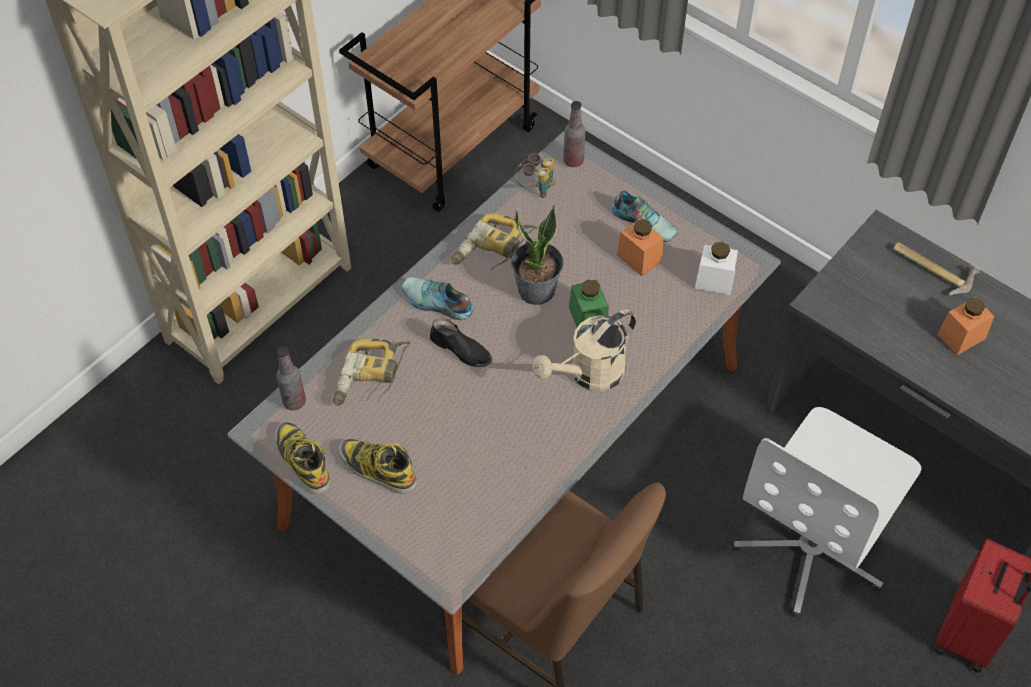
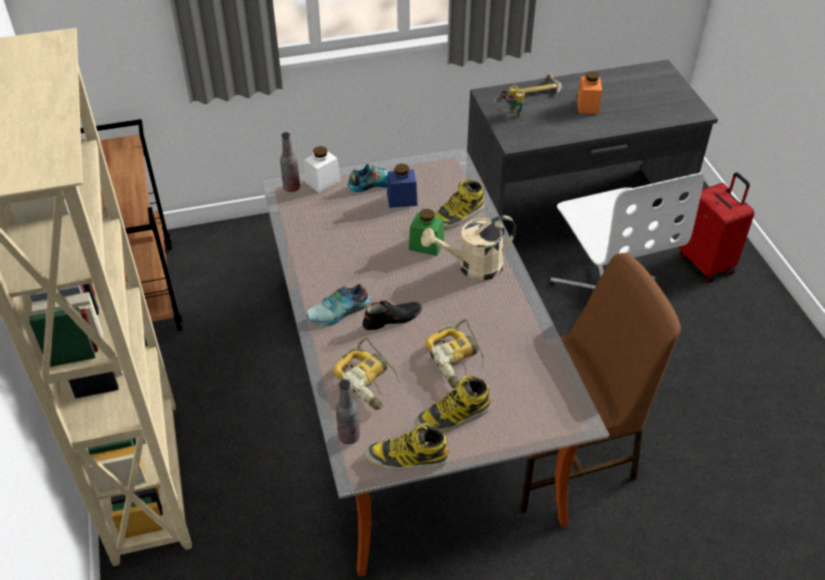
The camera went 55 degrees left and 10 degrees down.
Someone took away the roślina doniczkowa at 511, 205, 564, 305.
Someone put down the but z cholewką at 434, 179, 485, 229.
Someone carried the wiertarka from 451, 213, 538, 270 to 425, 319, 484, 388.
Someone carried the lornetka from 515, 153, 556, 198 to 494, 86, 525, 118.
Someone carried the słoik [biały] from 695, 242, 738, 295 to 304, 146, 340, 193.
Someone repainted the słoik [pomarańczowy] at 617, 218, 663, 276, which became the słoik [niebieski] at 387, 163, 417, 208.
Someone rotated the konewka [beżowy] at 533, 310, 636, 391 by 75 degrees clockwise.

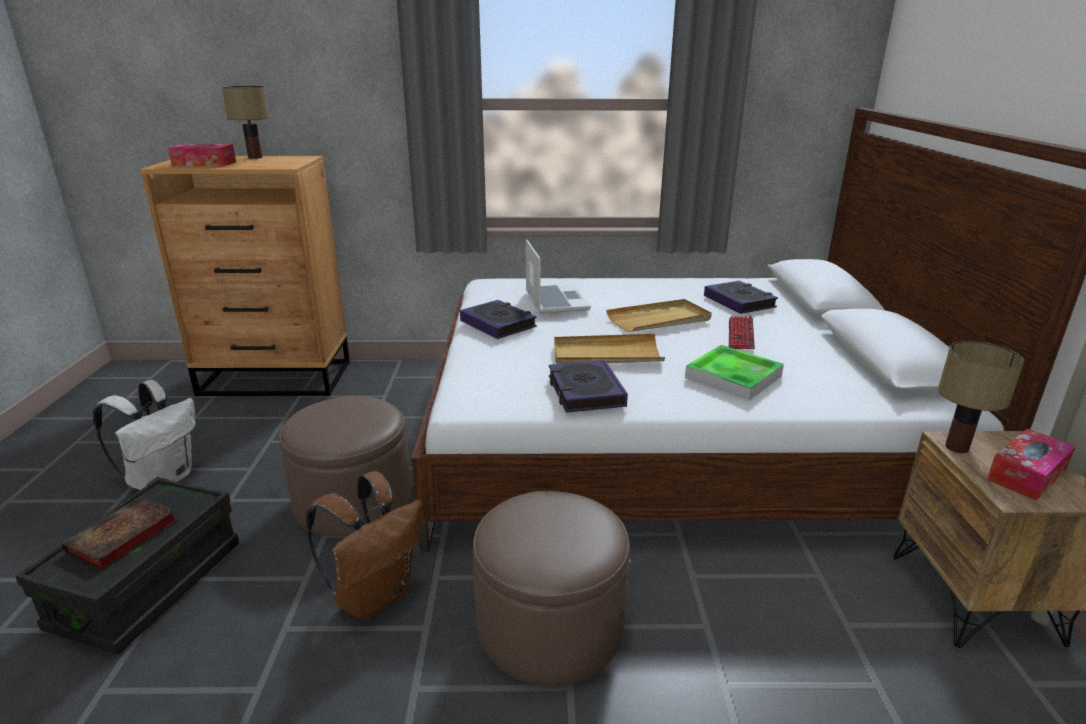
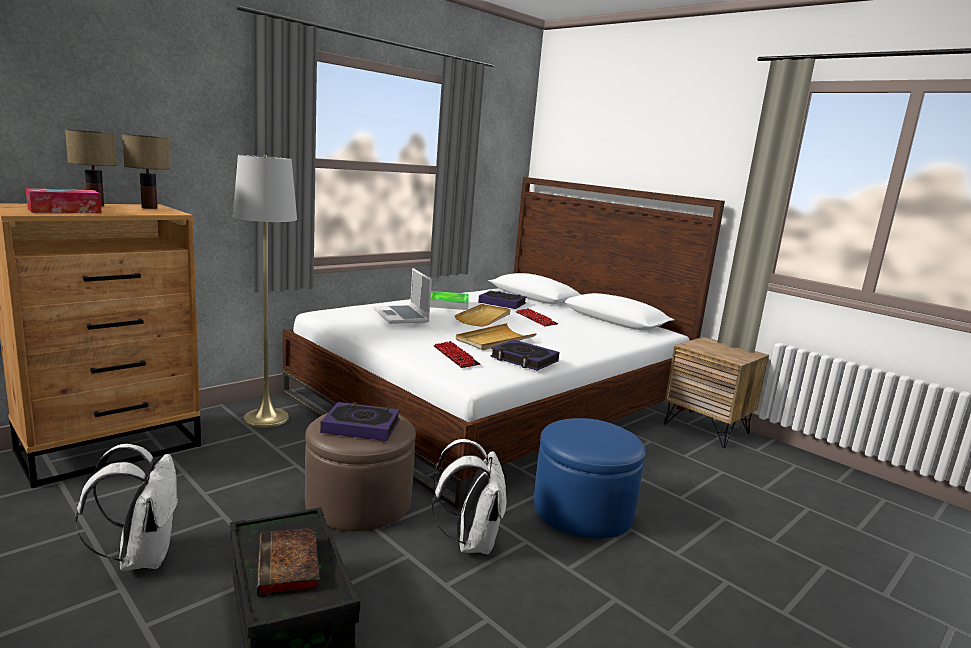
The camera went 45 degrees left and 10 degrees down.
Someone took away the pudełko chusteczek at 987, 429, 1076, 501.
Someone put down the lampa stojąca [szary] at 233, 155, 297, 428.
Someone put down the klawiatura at 434, 341, 480, 368.
Someone carried the książka from 460, 300, 537, 339 to 320, 402, 400, 441.
Someone carried the taca from 685, 345, 784, 400 to 430, 291, 469, 310.
Someone carried the lampa stołowa from 938, 341, 1024, 453 to 122, 134, 170, 209.
Someone repainted the plecak [brązowy] at 306, 471, 422, 619, which became the plecak [biały] at 432, 439, 507, 555.
Someone repainted the pufa [brązowy] at 473, 491, 630, 687, which became the pufa [niebieski] at 534, 418, 646, 539.
Someone rotated the laptop at 526, 240, 591, 314 by 150 degrees counterclockwise.

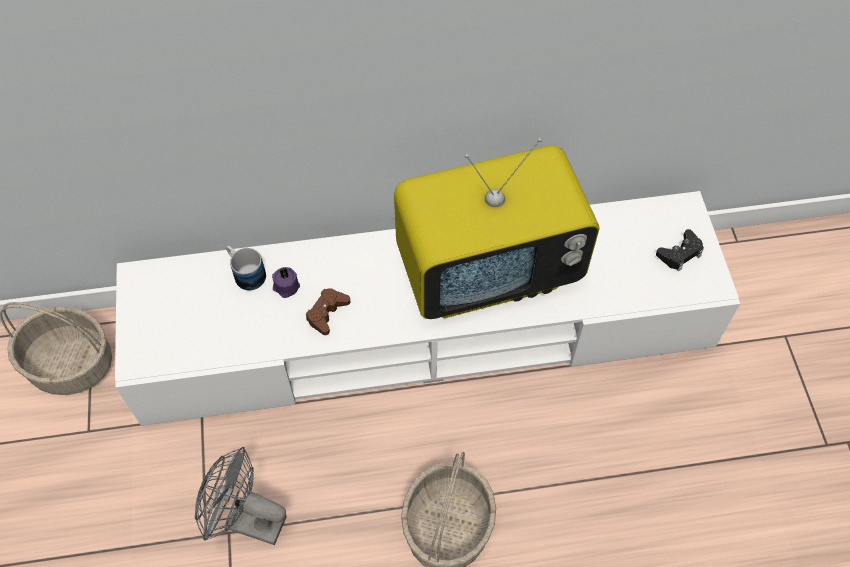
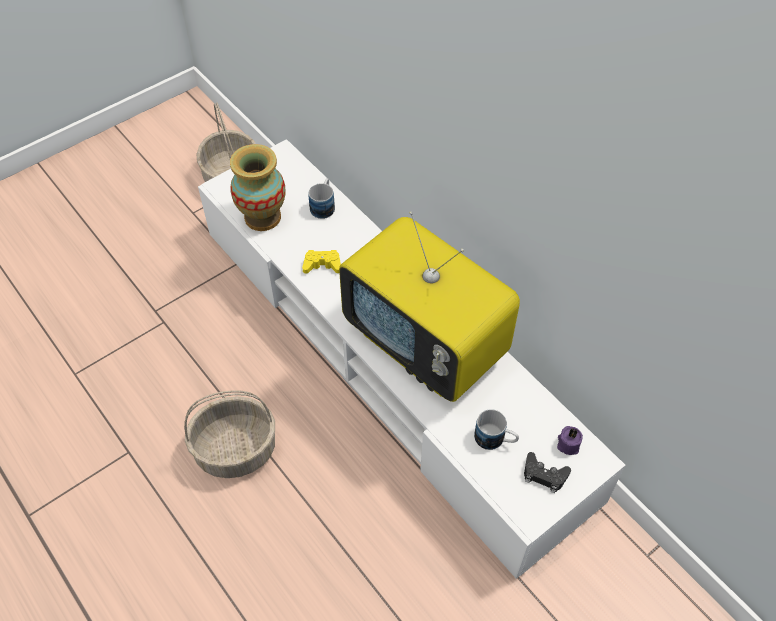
The camera went 60 degrees right and 5 degrees down.
Someone took away the wentylator [szary] at 195, 447, 287, 545.
Someone put down the wazon at 230, 144, 285, 231.
Someone put down the kubek at 474, 409, 519, 450.
Someone carried the świeca [fioletowy] from 272, 267, 300, 298 to 557, 426, 583, 455.
Someone repainted the pad do gier [brązowy] at 306, 288, 351, 335, which became the pad do gier [żółty] at 302, 250, 341, 273.

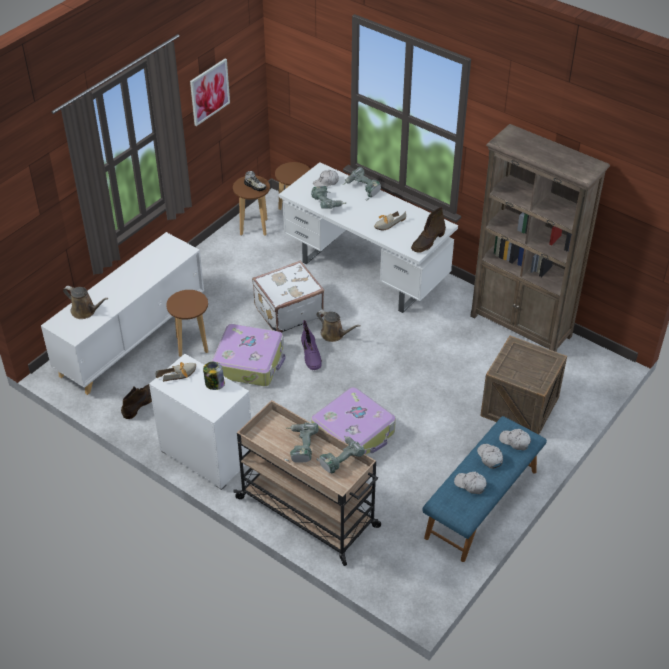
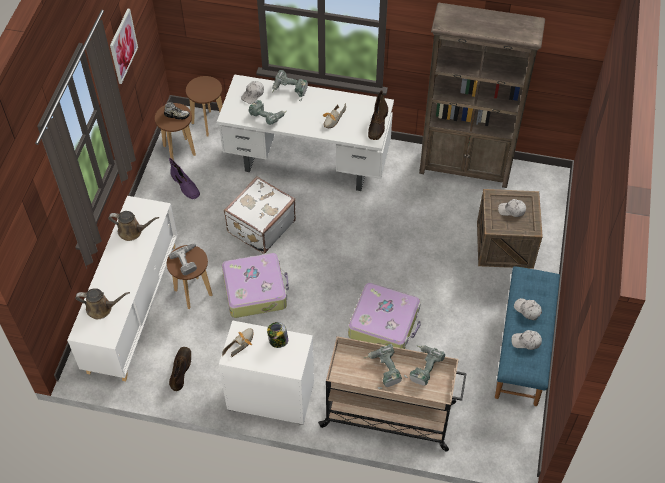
The camera went 25 degrees left and 10 degrees up.
Someone put down the wiertarka at 169, 244, 197, 276.
Someone carried the but z cholewką [fioletowy] from 301, 320, 322, 370 to 169, 158, 200, 199.
Someone carried the konewka [brązowy] from 317, 310, 361, 342 to 108, 211, 159, 241.
Someone carried the czapka z daszkiem [biały] from 499, 429, 531, 450 to 498, 199, 526, 217.

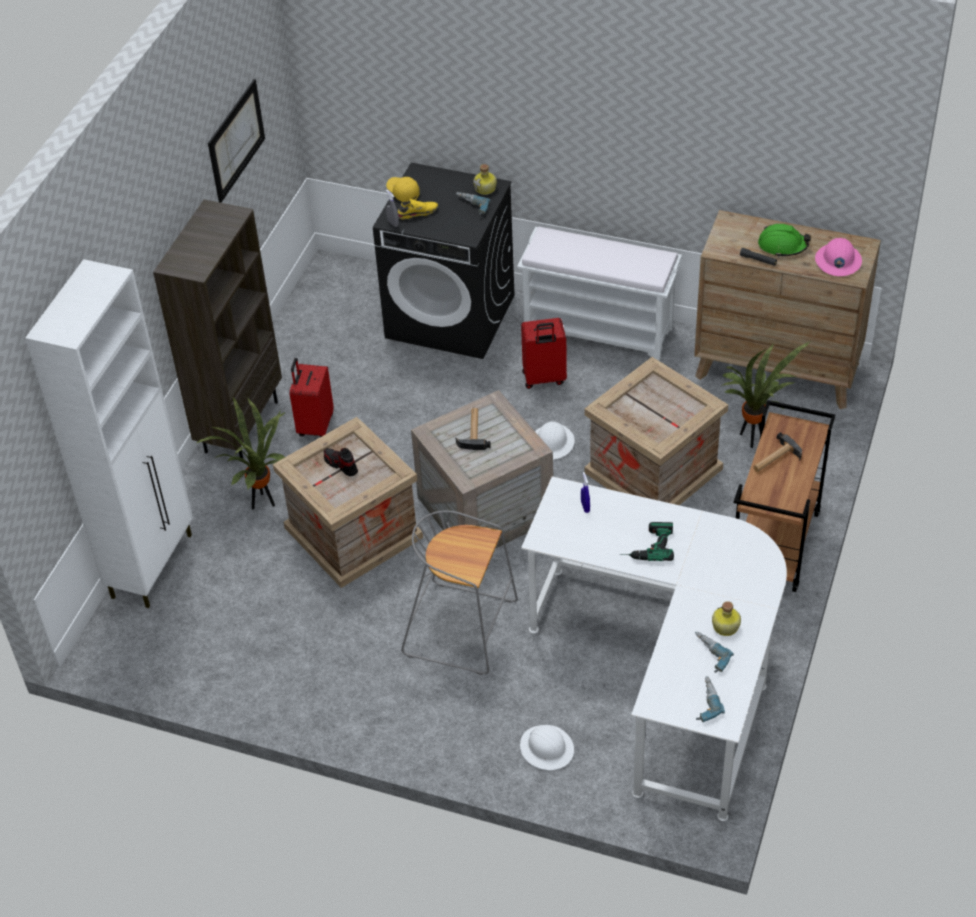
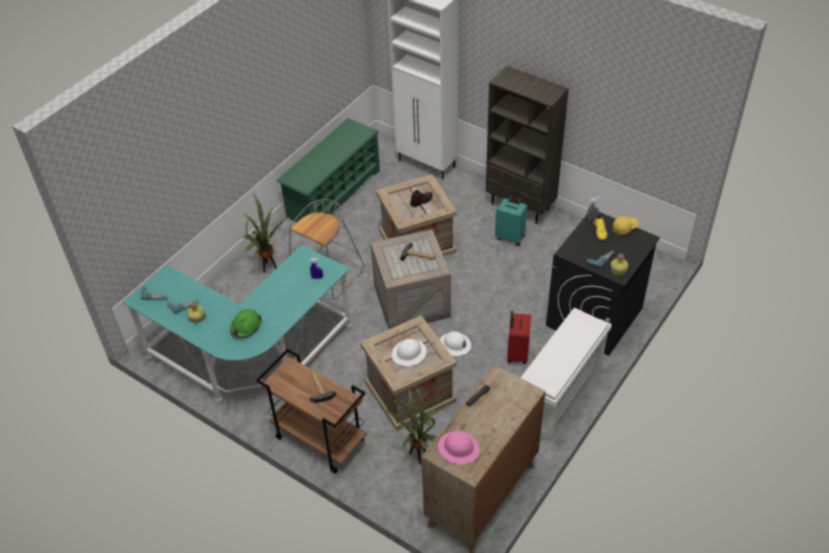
The camera went 105 degrees right and 0 degrees up.
Someone took away the obraz at 208, 79, 265, 203.
Someone took away the wiertarka at 619, 522, 674, 561.
Someone put down the regał na buty [zielony] at 276, 118, 380, 222.
Someone carried the roślina doniczkowa from 197, 398, 285, 509 to 243, 194, 289, 273.
Someone carried the kask [biały] from 520, 725, 574, 770 to 392, 339, 427, 366.
Someone carried the kask [zielony] from 758, 224, 811, 257 to 230, 309, 262, 338.
Someone repainted the walizka [czerwony] at 290, 358, 334, 437, which became the walizka [turkusowy] at 495, 192, 527, 246.
Someone repainted the biurko [biały] at 521, 476, 787, 821, which became the biurko [turkusowy] at 123, 245, 351, 401.

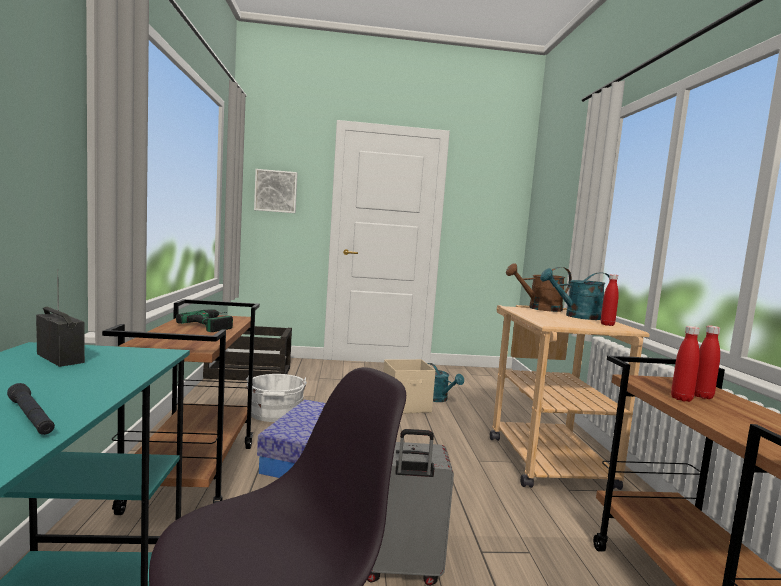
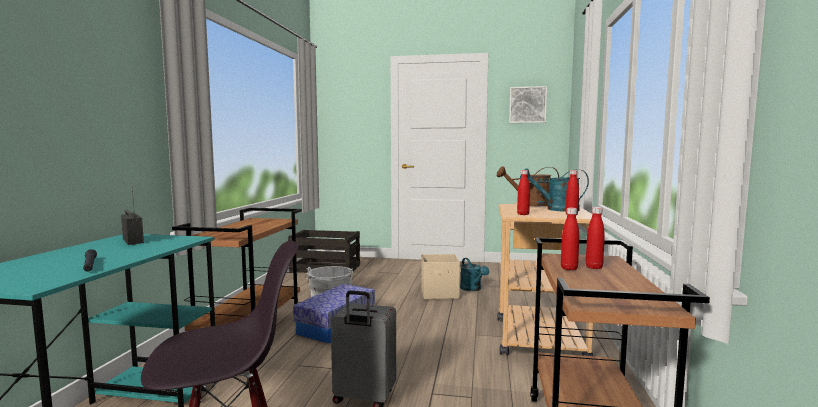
The camera went 15 degrees right and 0 degrees up.
Someone took away the wiertarka at 176, 309, 233, 332.
Someone put down the butelka [czerwony] at 517, 170, 530, 215.
Someone carried the obraz from 254, 169, 297, 213 to 509, 86, 547, 123.

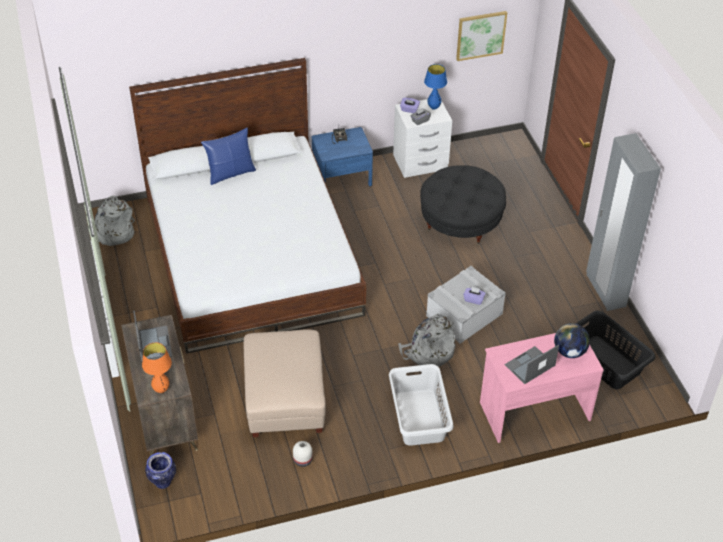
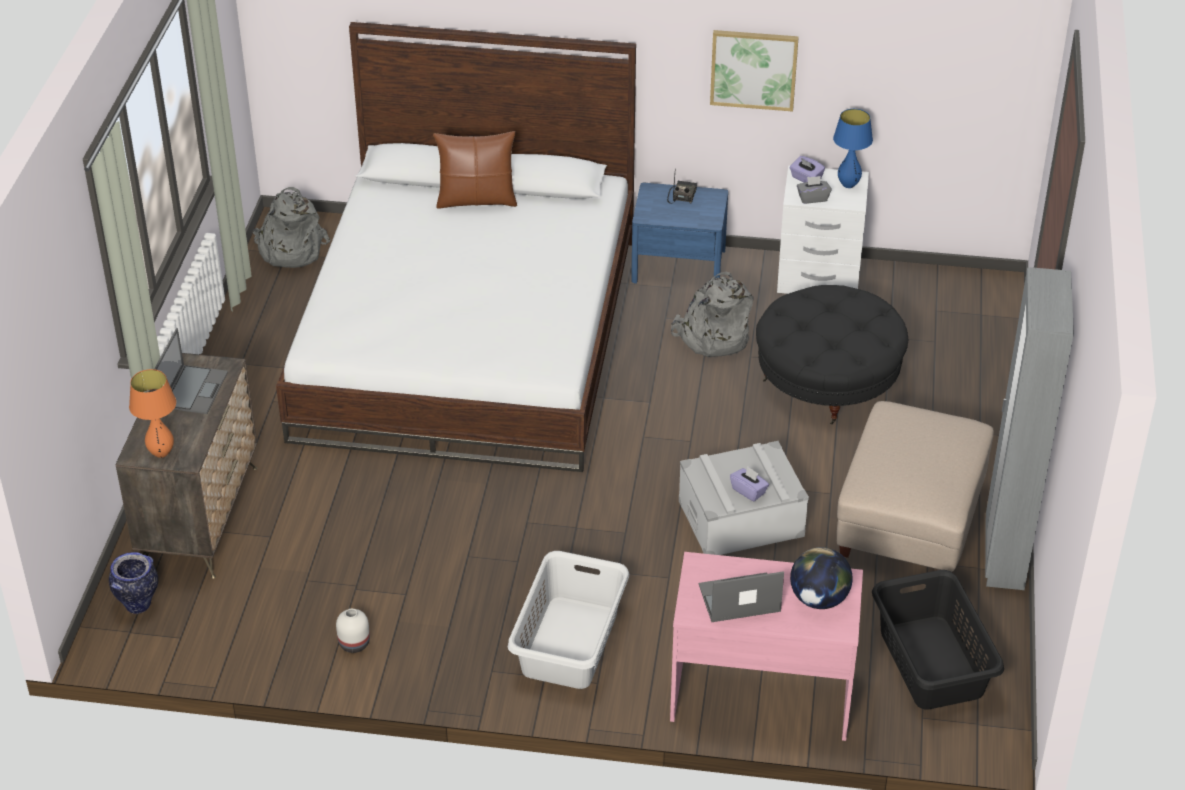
The camera went 25 degrees right and 5 degrees down.
Someone carried the pufa [beżowy] from 244, 329, 326, 437 to 837, 401, 994, 572.
Someone carried the plecak [szary] from 398, 314, 456, 367 to 671, 272, 754, 357.
Someone carried the obraz from 456, 11, 507, 61 to 710, 30, 799, 112.
Someone repainted the poduszka [niebieski] at 201, 128, 256, 185, which became the poduszka [brązowy] at 433, 131, 517, 209.

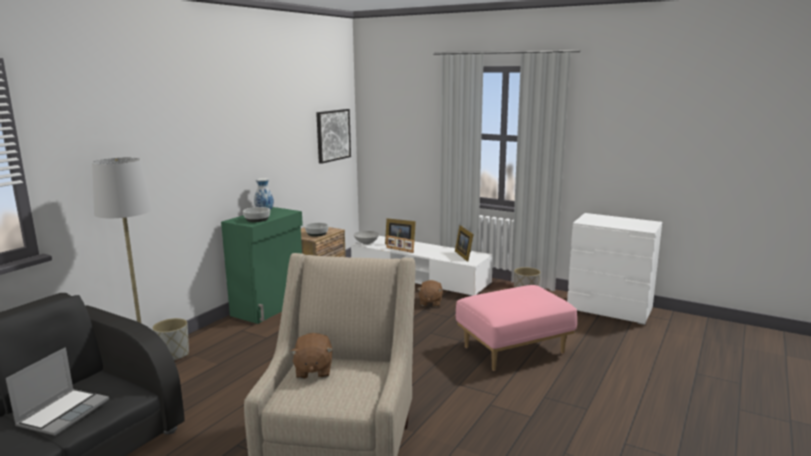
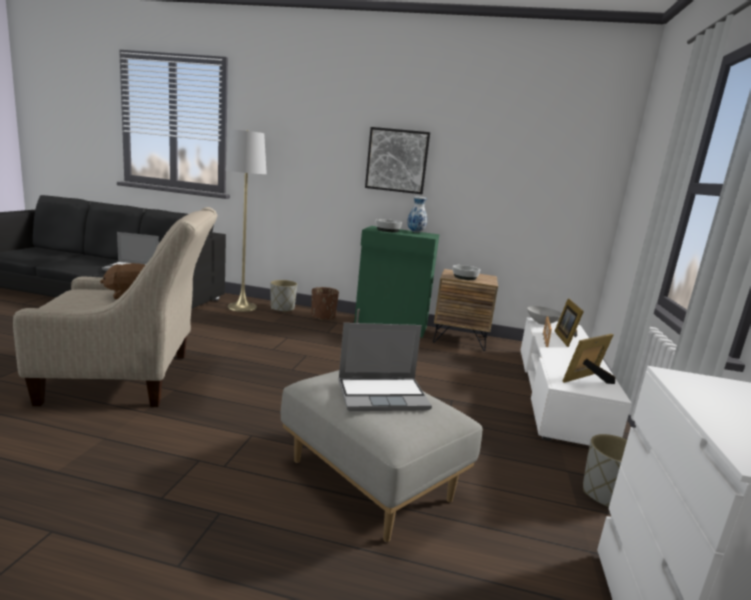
The camera went 70 degrees right and 0 degrees up.
Someone took away the pluszak [brązowy] at 417, 280, 443, 307.
Someone put down the donica [brązowy] at 312, 287, 339, 320.
Someone put down the laptop at 338, 323, 432, 411.
Someone carried the obraz from 316, 109, 351, 164 to 365, 127, 430, 194.
Someone repainted the pufa [różowy] at 456, 285, 577, 371, which became the pufa [szary] at 280, 370, 482, 542.

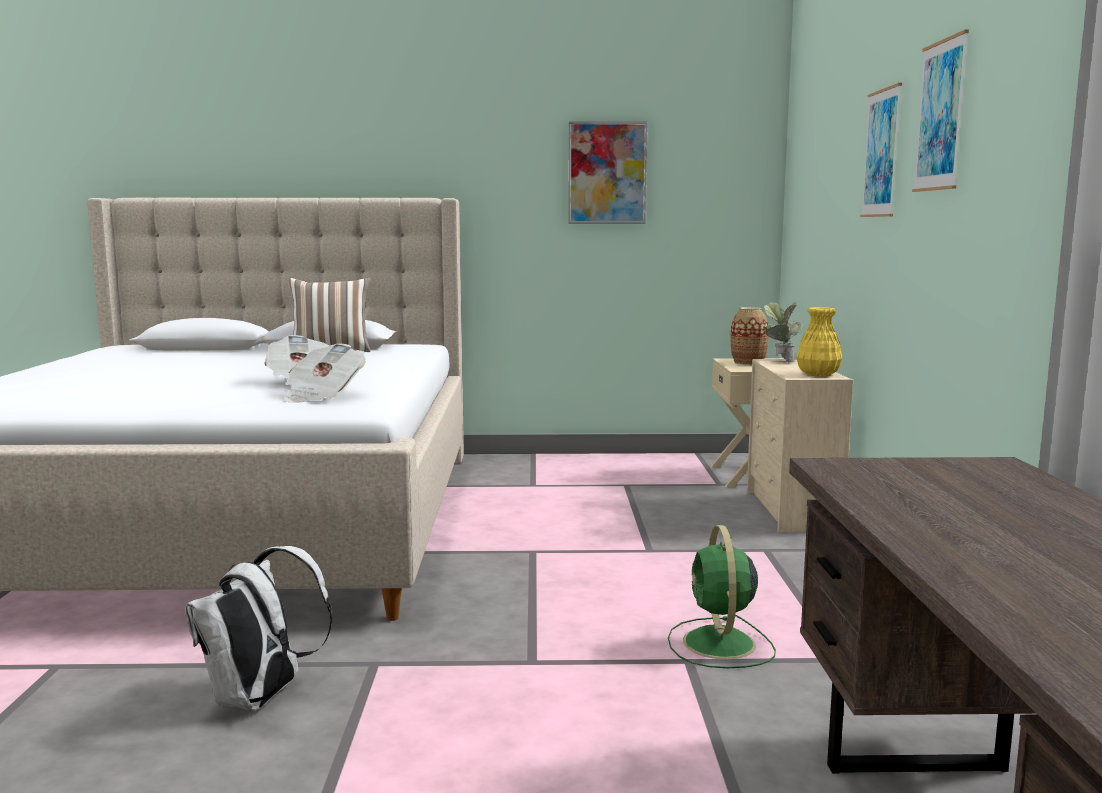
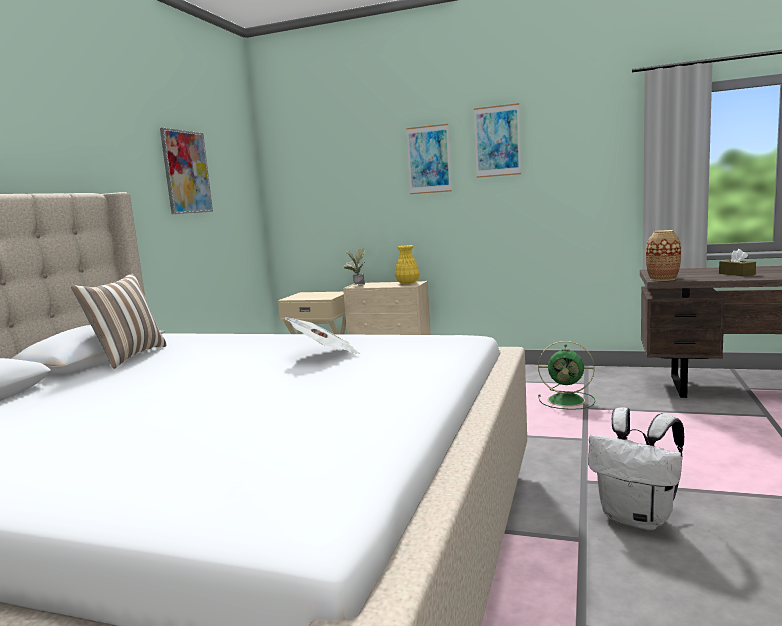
The camera went 70 degrees left and 0 degrees up.
Someone took away the gazeta at 284, 343, 366, 403.
Someone put down the pudełko chusteczek [brązowy] at 719, 249, 756, 277.
Someone carried the wazon from 730, 307, 769, 365 to 646, 230, 681, 281.

